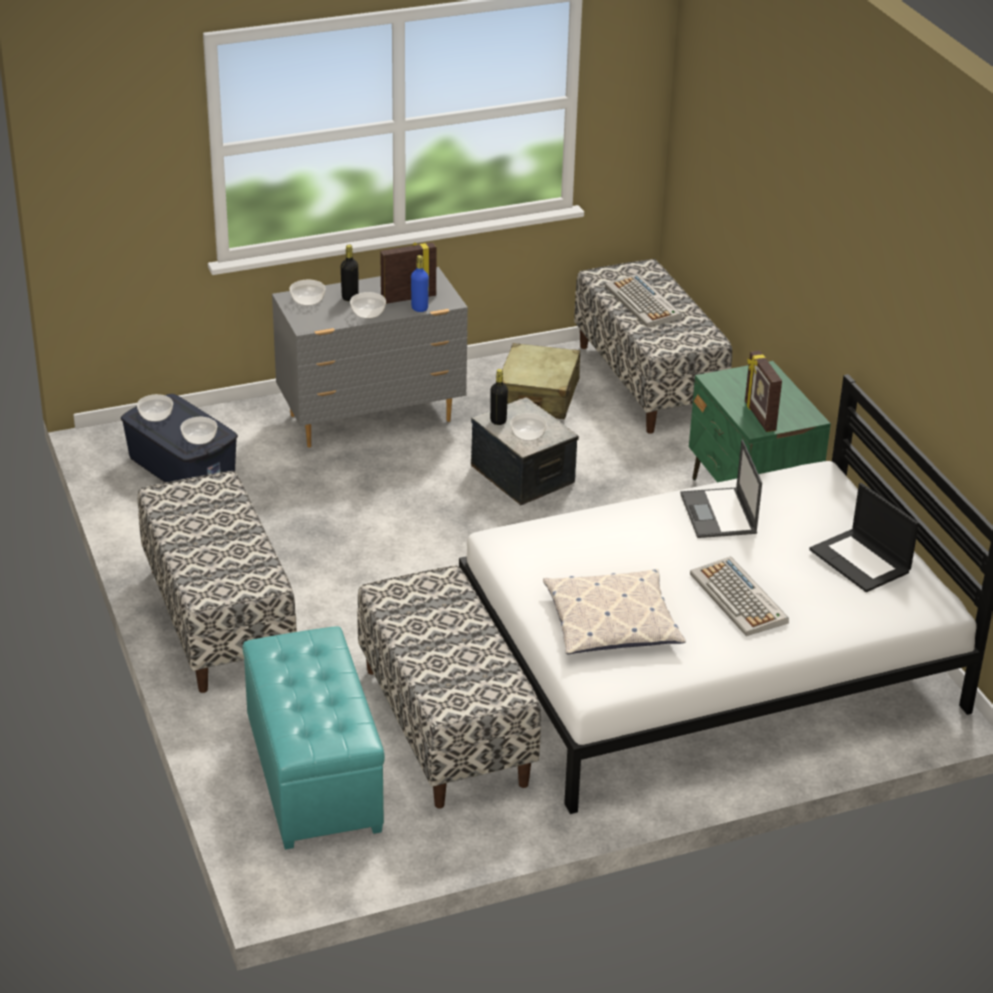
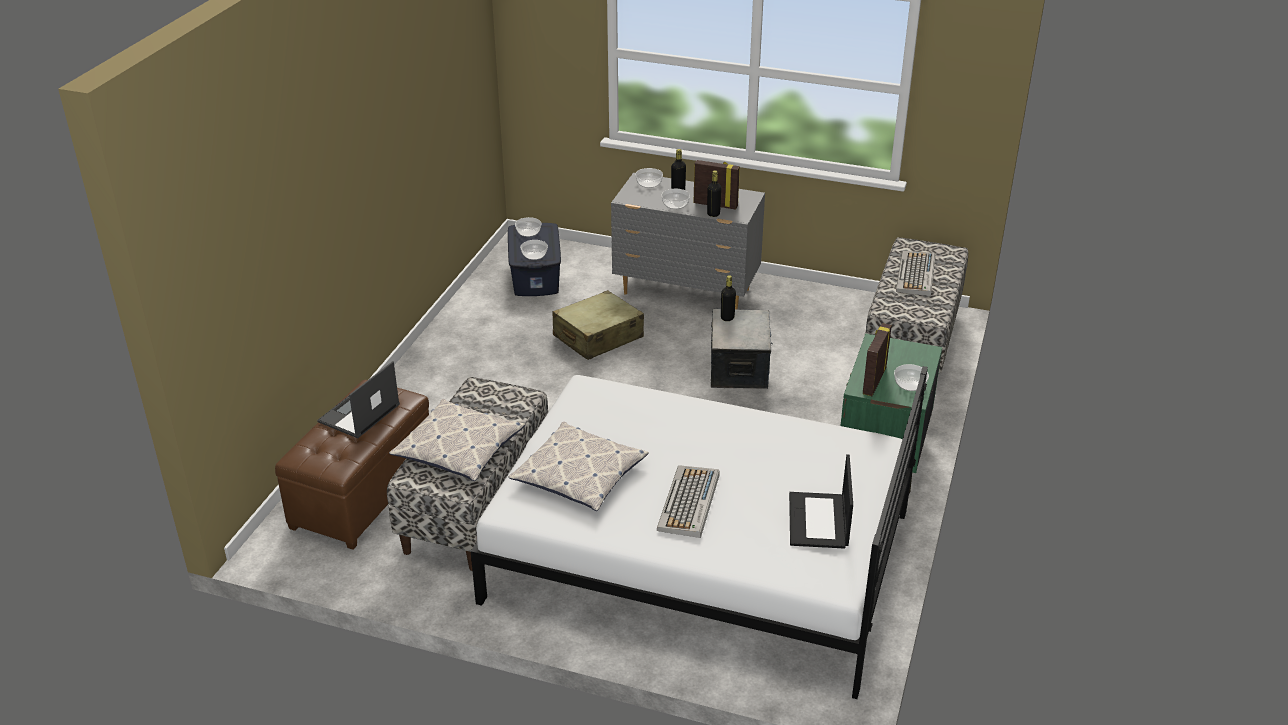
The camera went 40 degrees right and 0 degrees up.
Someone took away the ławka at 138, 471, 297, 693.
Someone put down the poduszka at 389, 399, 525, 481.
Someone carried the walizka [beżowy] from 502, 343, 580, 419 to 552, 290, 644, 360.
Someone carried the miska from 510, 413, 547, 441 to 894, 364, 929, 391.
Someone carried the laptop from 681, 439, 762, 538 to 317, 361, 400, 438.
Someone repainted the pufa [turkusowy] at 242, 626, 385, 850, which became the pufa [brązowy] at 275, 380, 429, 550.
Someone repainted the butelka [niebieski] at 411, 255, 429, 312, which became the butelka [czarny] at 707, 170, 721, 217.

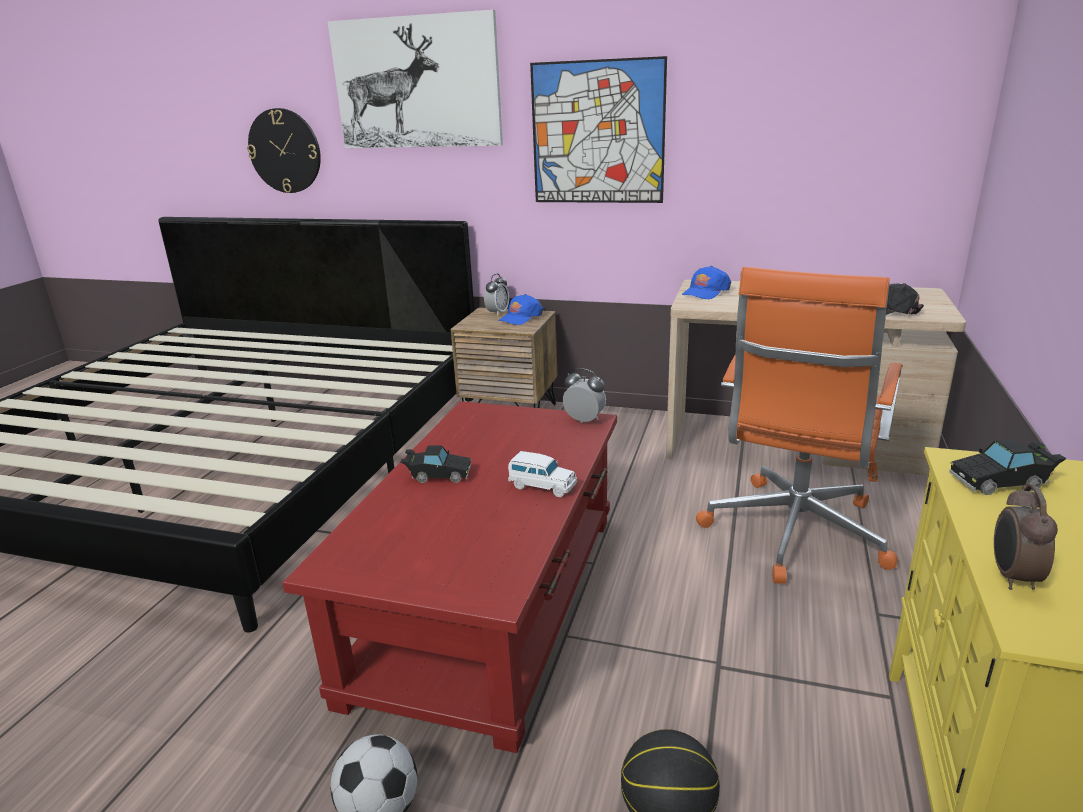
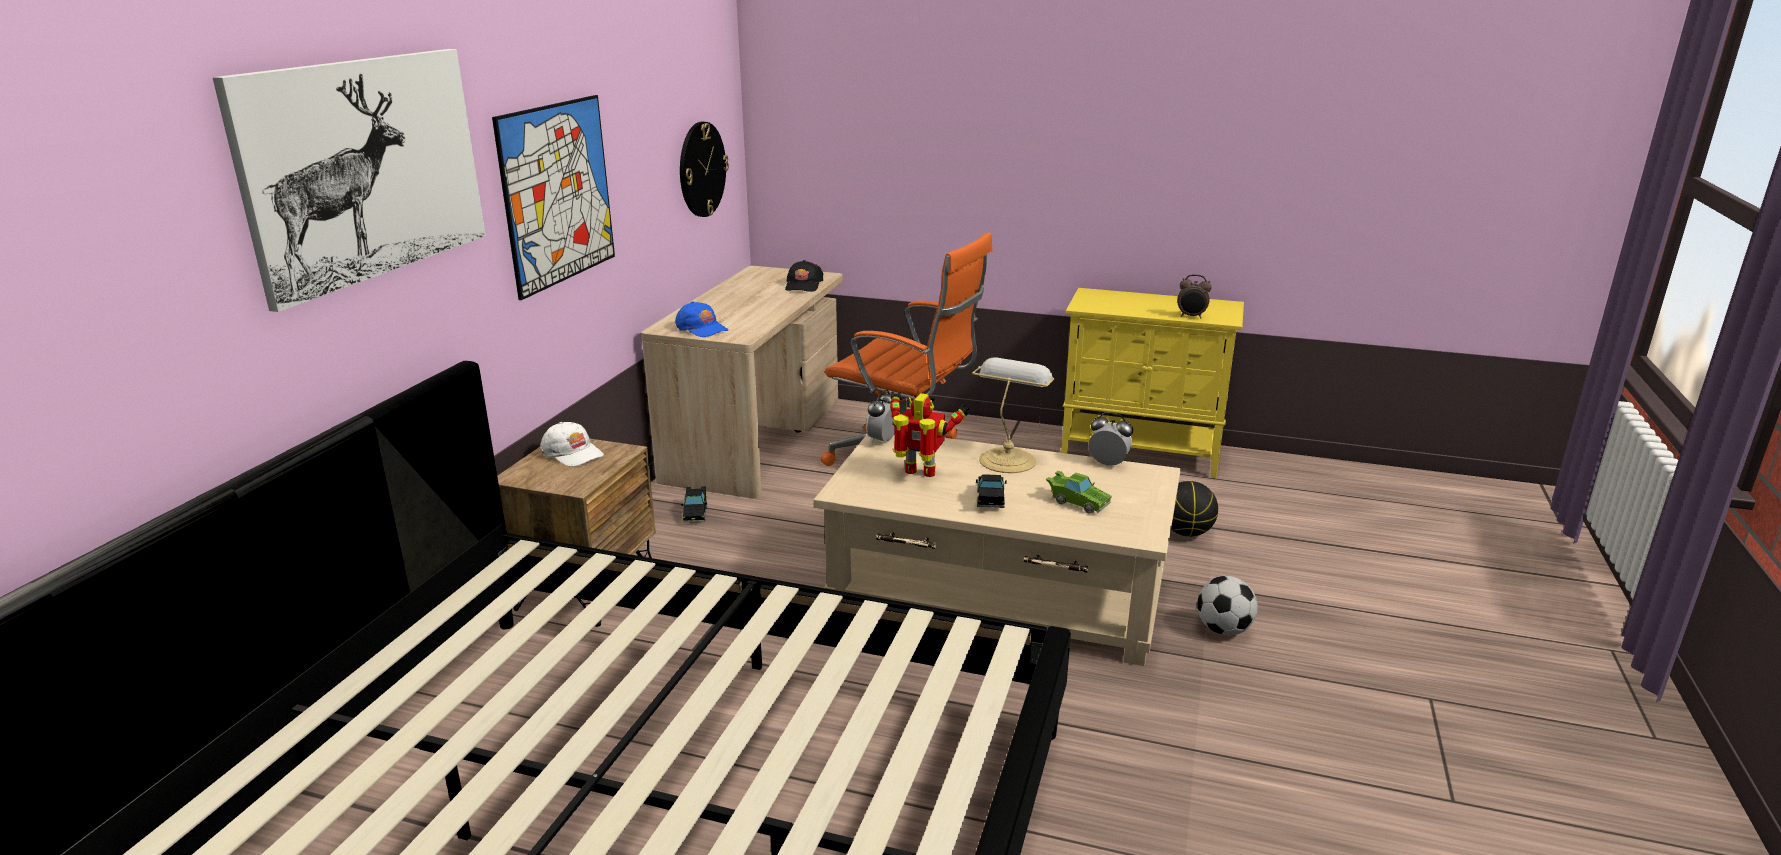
The camera went 90 degrees left and 0 degrees up.
Someone put down the robot zabawkowy at 890, 391, 969, 477.
Someone put down the samochodzik [zielony] at 1046, 471, 1112, 514.
Someone carried the zegar ścienny from 247, 108, 321, 193 to 680, 122, 729, 217.
Someone carried the budzik from 484, 273, 509, 316 to 1088, 412, 1133, 467.
Someone carried the samochodzik [czarny] from 949, 439, 1067, 495 to 681, 486, 707, 523.
Someone swapped the samochodzik [biały] at 508, 451, 577, 497 for the lampa stołowa at 972, 357, 1055, 473.
Someone repainted the ława [czerwony] at 282, 401, 617, 753, which became the ława [beżowy] at 813, 435, 1181, 666.
Someone repainted the czapka z daszkiem [niebieski] at 498, 294, 543, 325, which became the czapka z daszkiem [biały] at 540, 422, 604, 467.

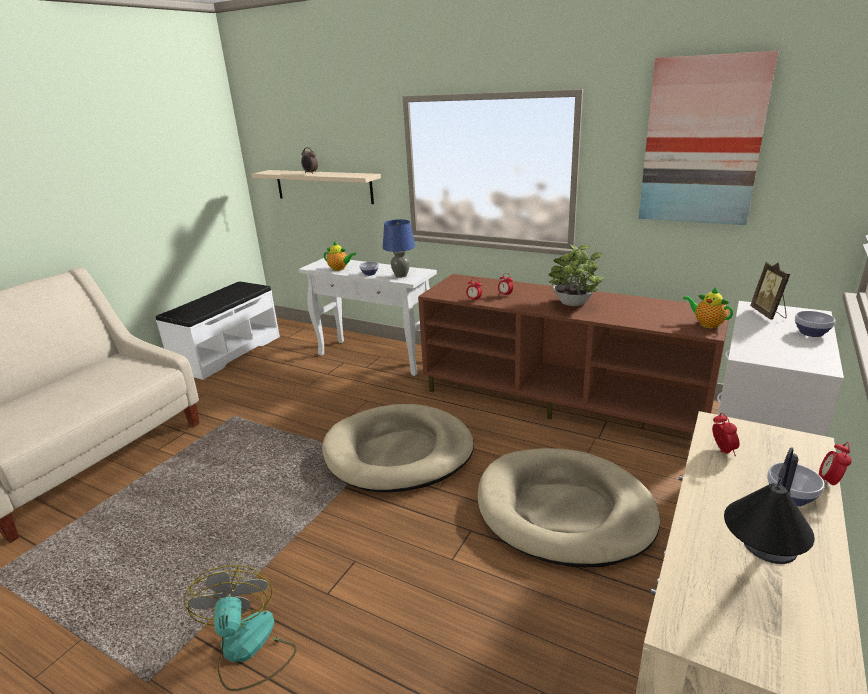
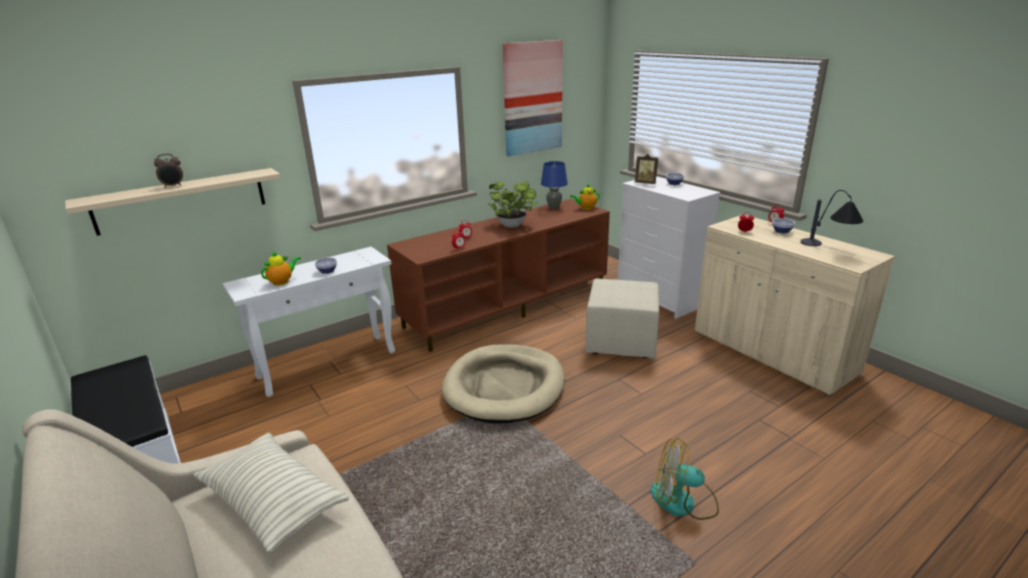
The camera went 65 degrees left and 0 degrees up.
Someone put down the poduszka at 193, 433, 349, 553.
Someone carried the lampa stołowa [niebieski] from 383, 219, 415, 278 to 541, 161, 568, 209.
Someone swapped the legowisko [beżowy] at 478, 448, 660, 567 for the pufa [beżowy] at 586, 279, 659, 358.

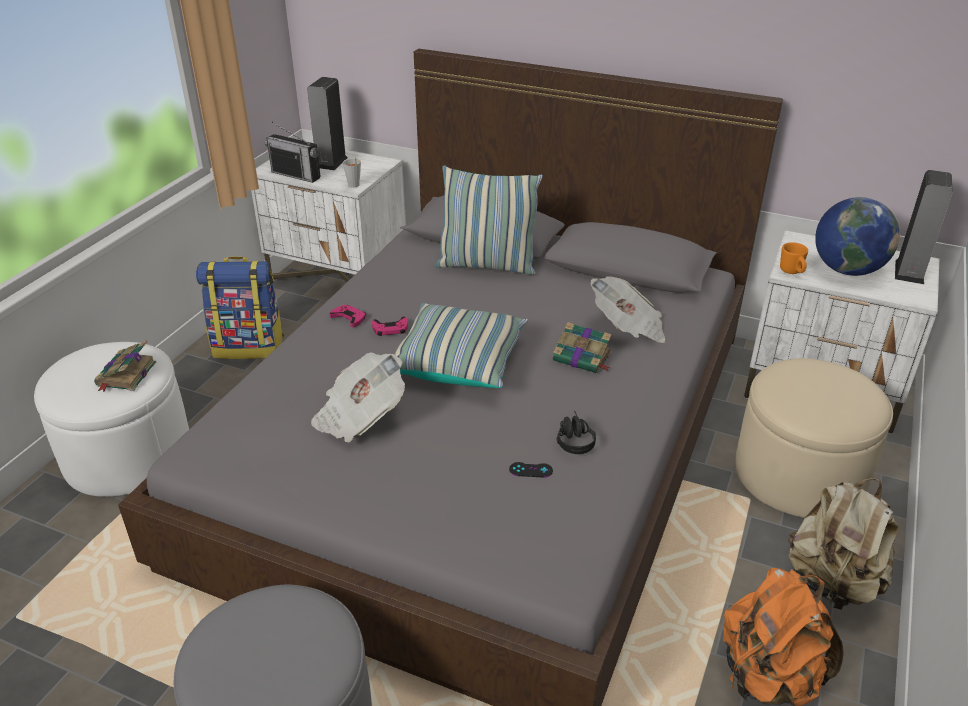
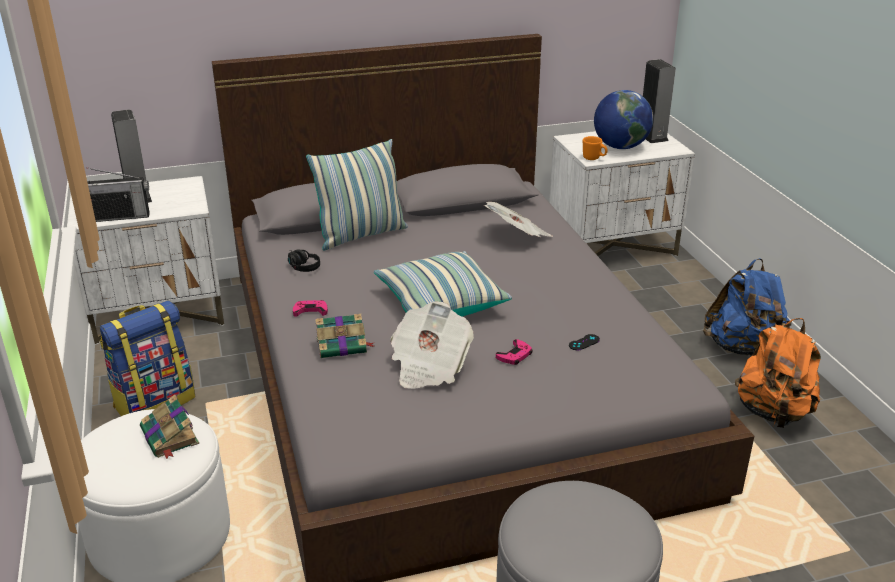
The camera went 40 degrees left and 5 degrees down.
Someone took away the filiżanka [szary] at 343, 158, 361, 188.
Someone took away the pufa [beżowy] at 735, 358, 893, 518.
Someone carried the pad do gier [różowy] from 372, 317, 408, 336 to 496, 339, 533, 365.
Someone carried the książka from 553, 322, 612, 373 to 315, 313, 374, 358.
Someone carried the słuchawki [czarny] from 557, 411, 596, 454 to 288, 249, 320, 272.
Someone repainted the plecak [beżowy] at 788, 478, 899, 610, which became the plecak [niebieski] at 703, 258, 790, 356.

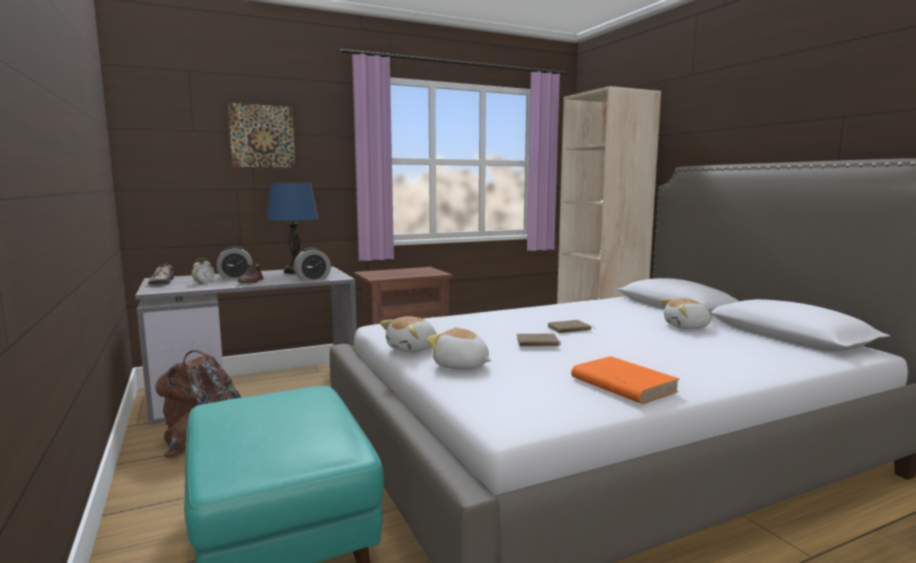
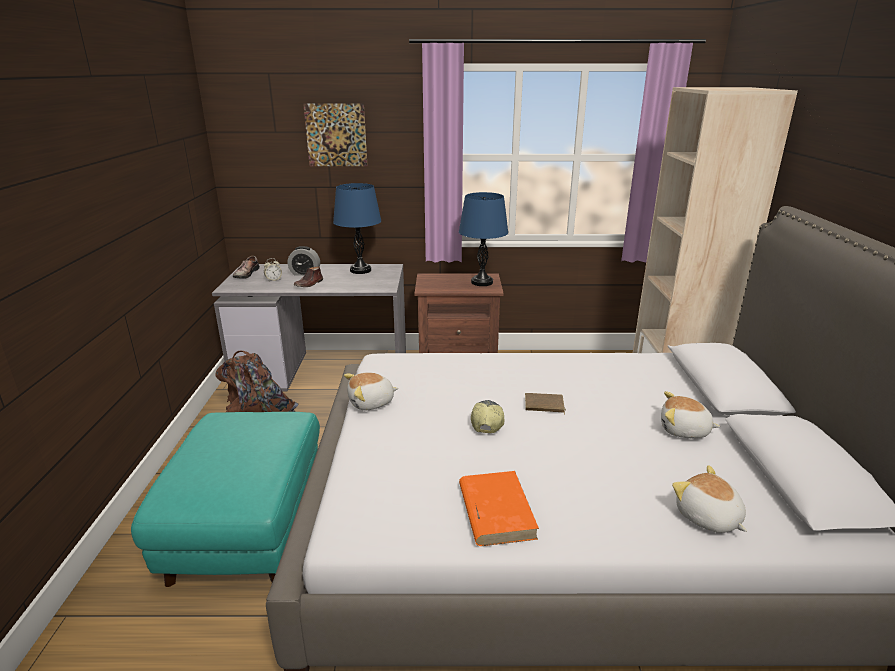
The camera went 25 degrees right and 15 degrees up.
Someone took away the budzik at 294, 248, 331, 281.
Someone put down the lampa stołowa [niebieski] at 459, 192, 508, 286.
Someone carried the pluszak from 427, 327, 491, 370 to 672, 465, 747, 533.
Someone swapped the książka [brązowy] at 516, 334, 561, 346 for the czapka z daszkiem at 471, 400, 504, 433.

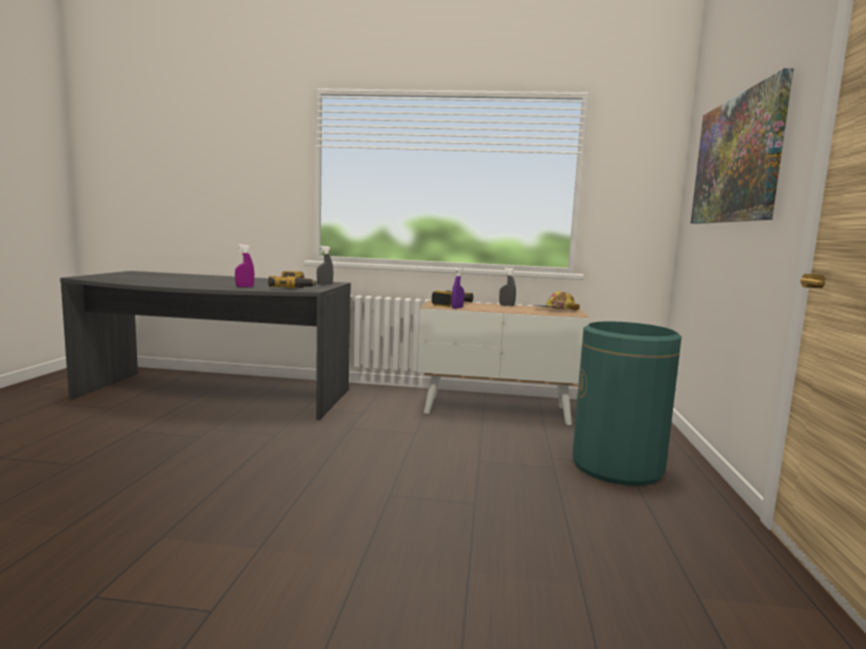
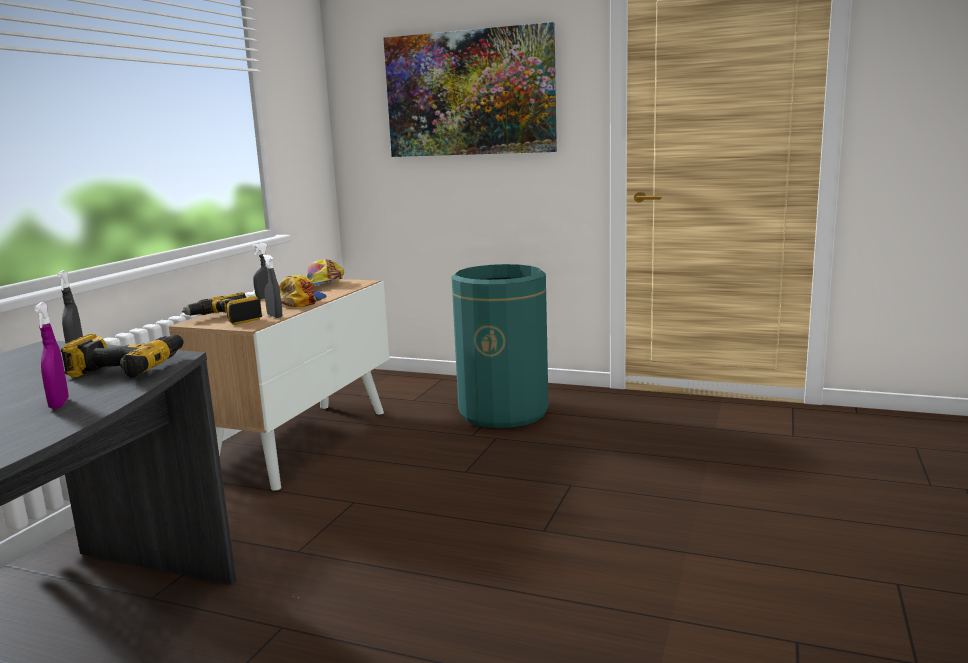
The camera went 75 degrees left and 5 degrees up.
Someone put down the czapka z daszkiem at 279, 275, 327, 307.
Someone repainted the spryskiwacz [fioletowy] at 452, 268, 464, 309, which became the spryskiwacz [szary] at 263, 254, 282, 318.

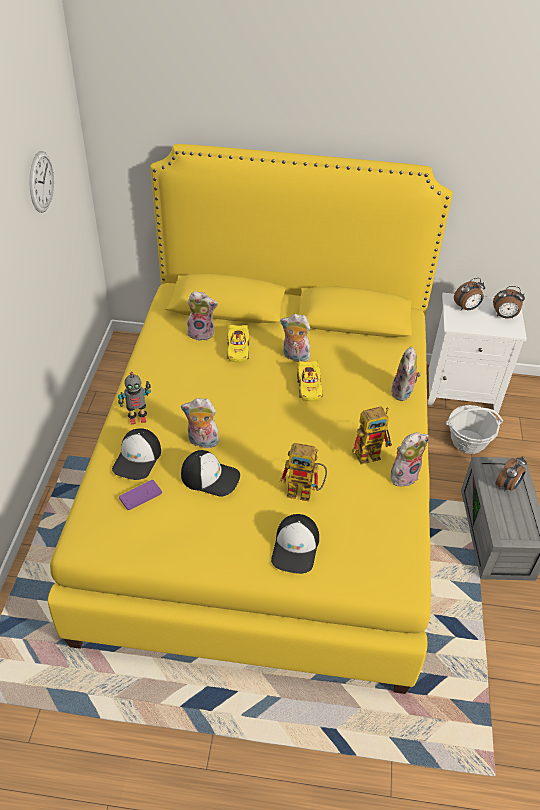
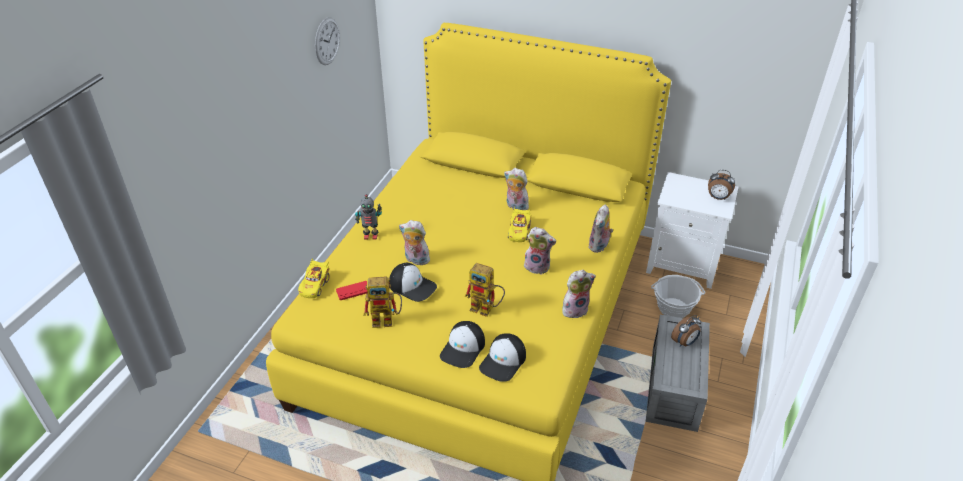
The camera went 15 degrees right and 5 degrees down.
Someone took away the budzik at 454, 278, 485, 310.
Someone carried the czapka z daszkiem from 112, 428, 161, 480 to 479, 333, 526, 382.
Someone carried the pluszak from 187, 291, 218, 341 to 524, 227, 556, 274.
Someone carried the samochodzik [żółty] from 227, 323, 249, 362 to 298, 258, 329, 298.
Someone carried the robot zabawkowy from 352, 407, 392, 465 to 364, 277, 402, 328.
Someone repainted the pad do gier [fioletowy] at 119, 480, 162, 510, which became the pad do gier [czerwony] at 336, 281, 367, 300.

